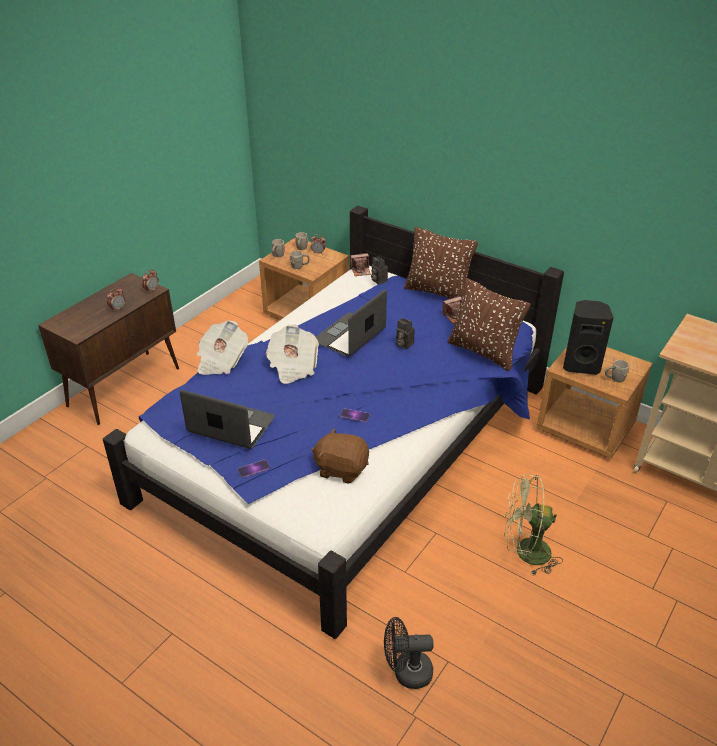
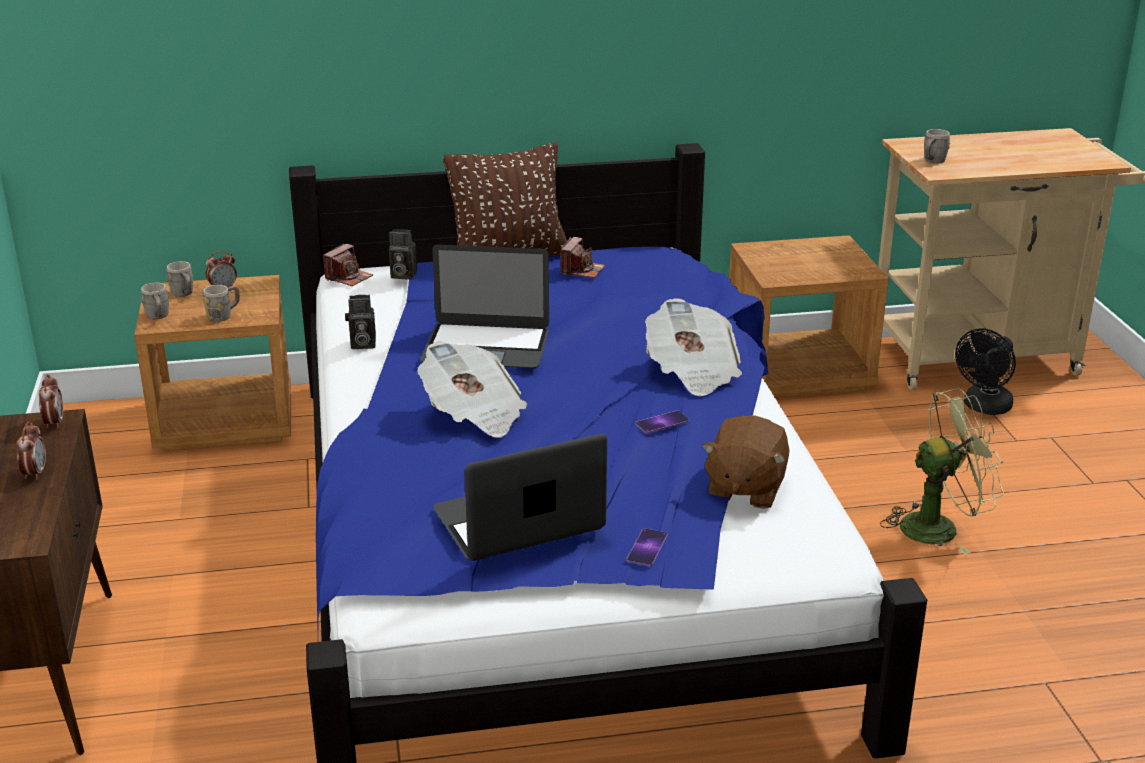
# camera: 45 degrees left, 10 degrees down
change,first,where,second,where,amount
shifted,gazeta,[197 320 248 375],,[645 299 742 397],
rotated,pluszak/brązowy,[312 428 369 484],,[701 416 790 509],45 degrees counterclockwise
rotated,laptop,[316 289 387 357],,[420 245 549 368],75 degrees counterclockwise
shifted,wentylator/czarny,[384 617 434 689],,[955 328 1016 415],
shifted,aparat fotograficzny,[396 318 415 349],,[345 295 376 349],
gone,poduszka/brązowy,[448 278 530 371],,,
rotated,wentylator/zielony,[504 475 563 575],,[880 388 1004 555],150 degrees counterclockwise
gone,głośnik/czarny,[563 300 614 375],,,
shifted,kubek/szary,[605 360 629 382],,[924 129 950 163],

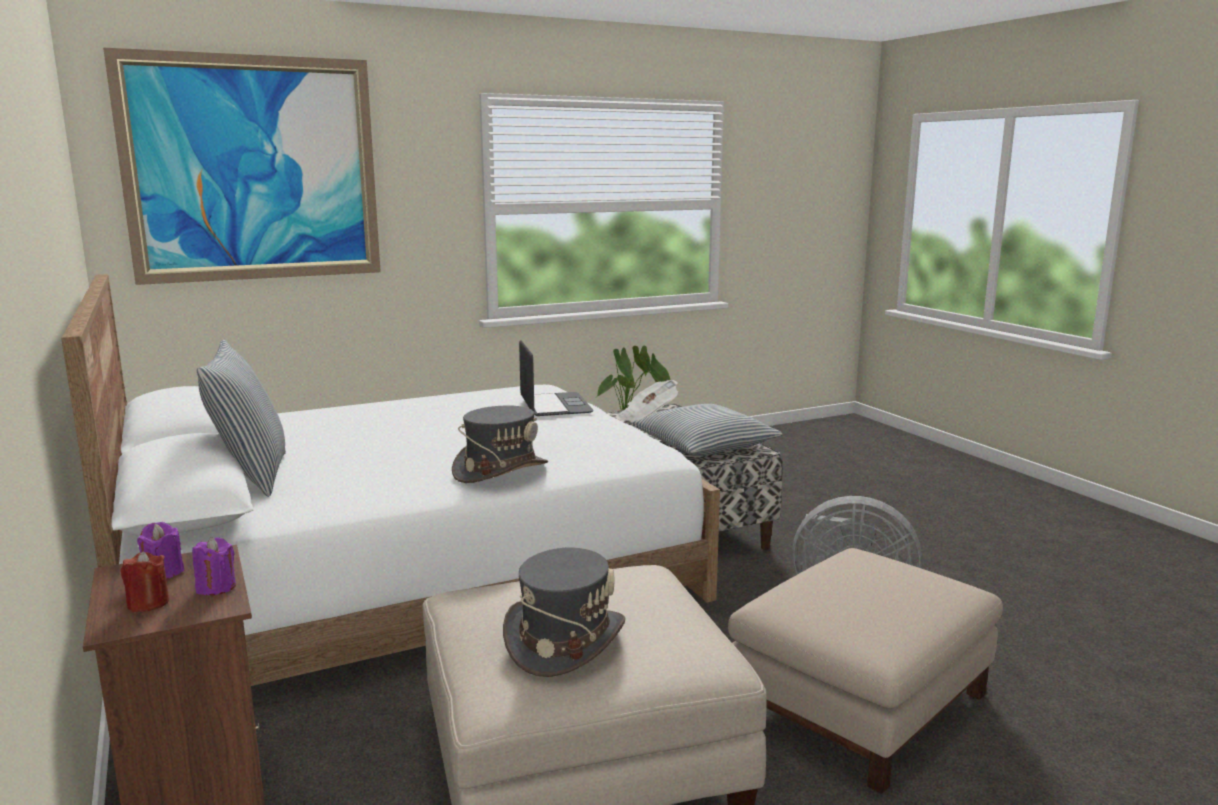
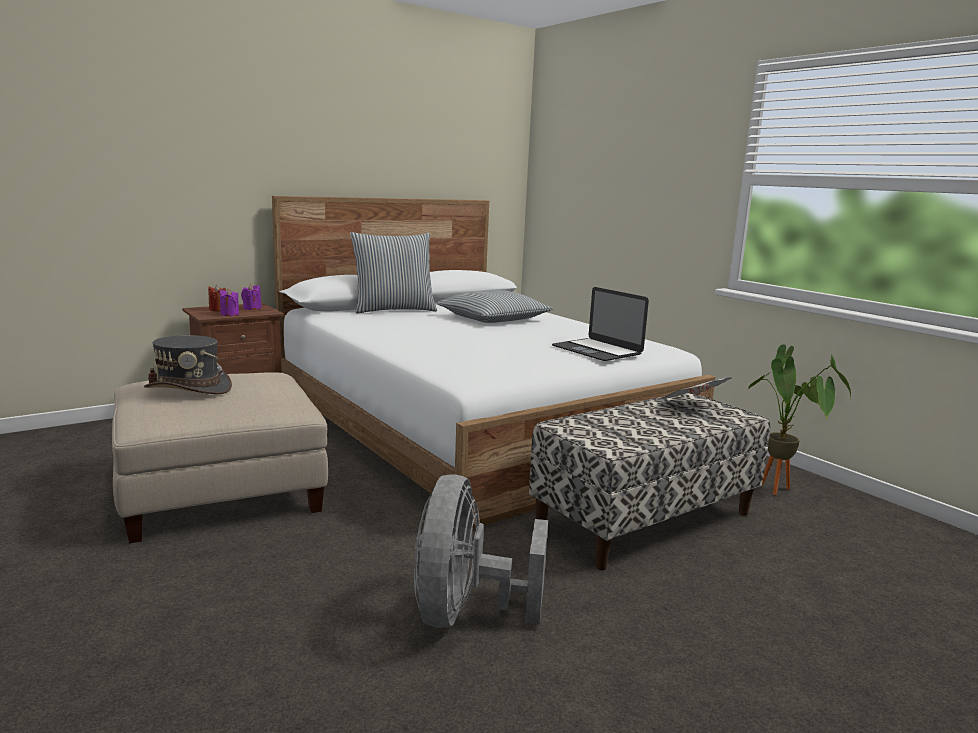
# camera: 80 degrees right, 0 degrees up
change,first,where,second,where,amount
gone,obraz,[103 48 381 285],,,
gone,kapelusz/szary,[452 406 548 483],,,
rotated,laptop,[519 340 593 416],,[552 287 649 361],75 degrees clockwise
shifted,poduszka,[630 404 783 456],,[436 290 553 323],
gone,pufa/beżowy,[728 548 1003 794],,,

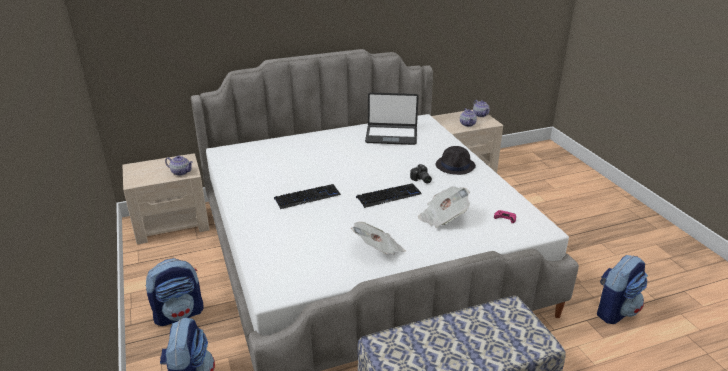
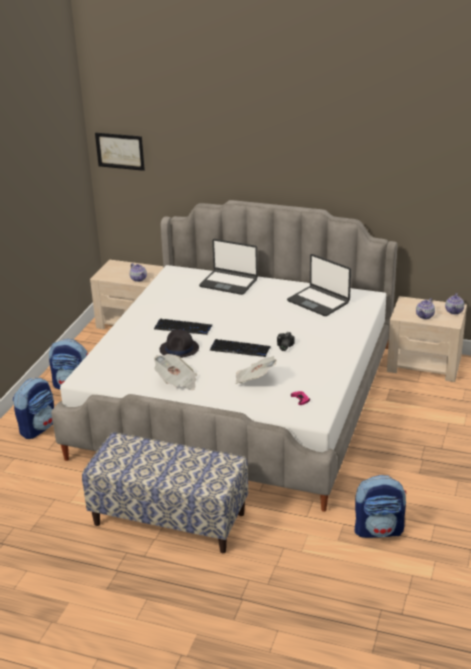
# camera: 40 degrees right, 0 degrees up
change,first,where,second,where,amount
shifted,kapelusz/czarny,[436 146 476 175],,[159 329 199 358],
new,,,obraz,[95 133 145 171],
new,,,laptop,[199 239 258 295],

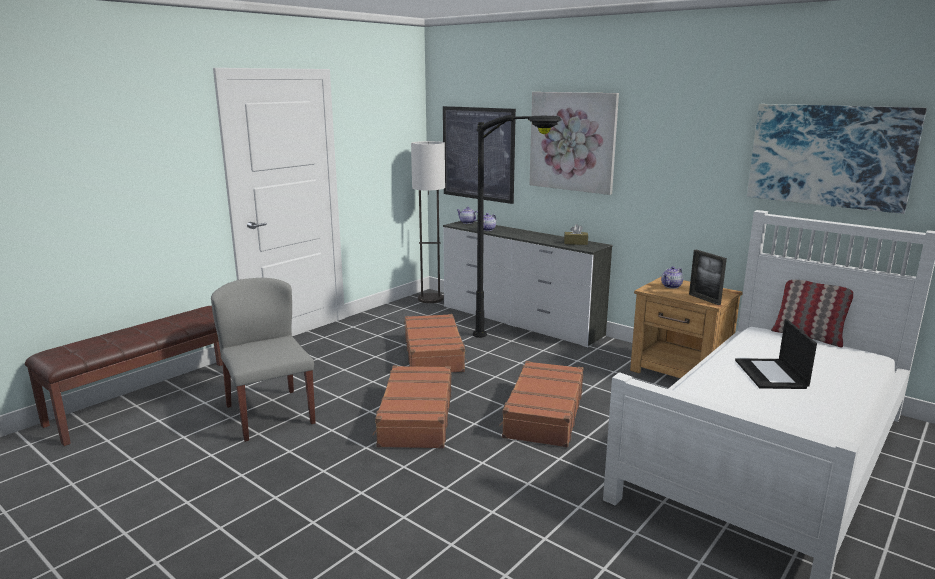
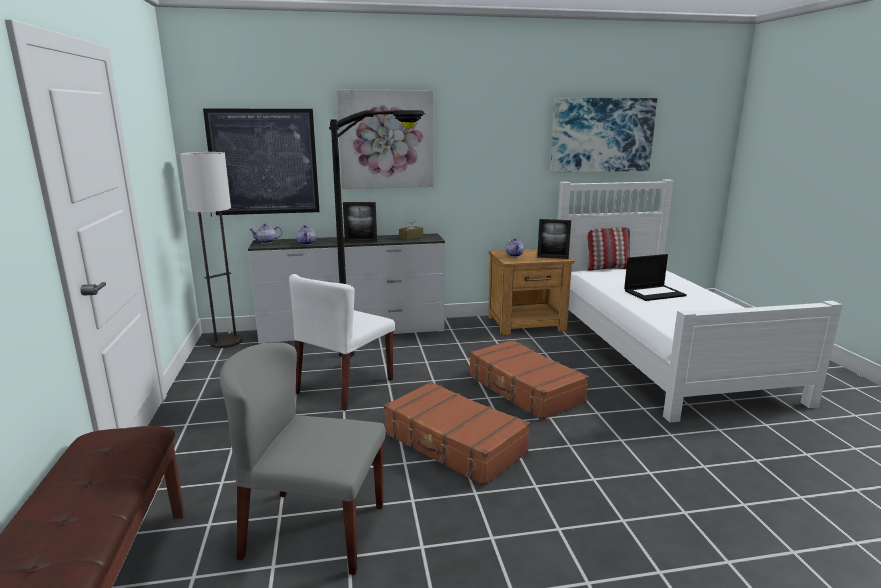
# camera: 50 degrees left, 0 degrees up
change,first,where,second,where,amount
swapped,walizka/brązowy,[405 314 468 372],krzesło/biały,[289 274 395 411],
rotated,laptop,[735 319 817 389],,[624 254 687 301],60 degrees counterclockwise
new,,,ramka na zdjęcie,[343 202 377 243],

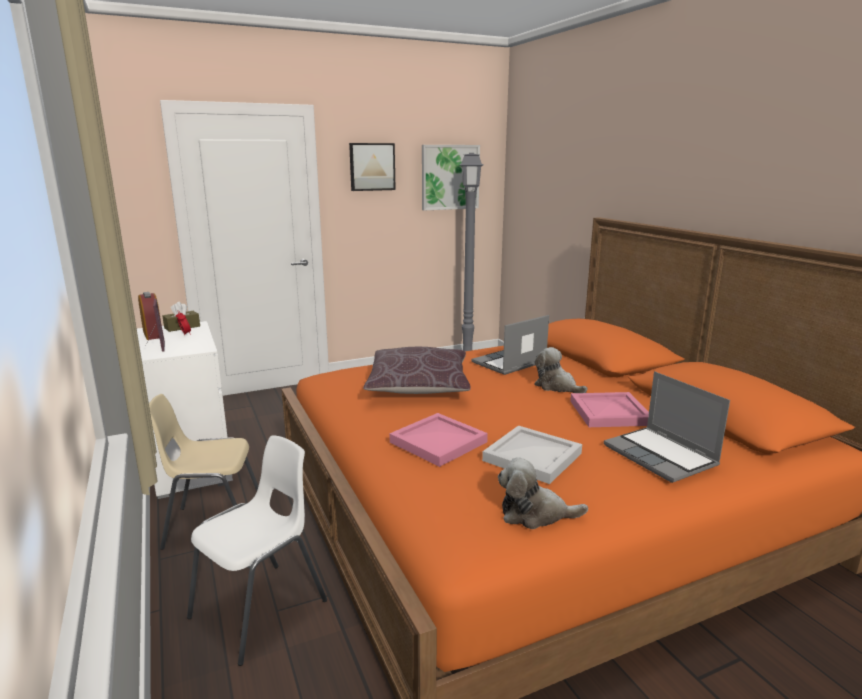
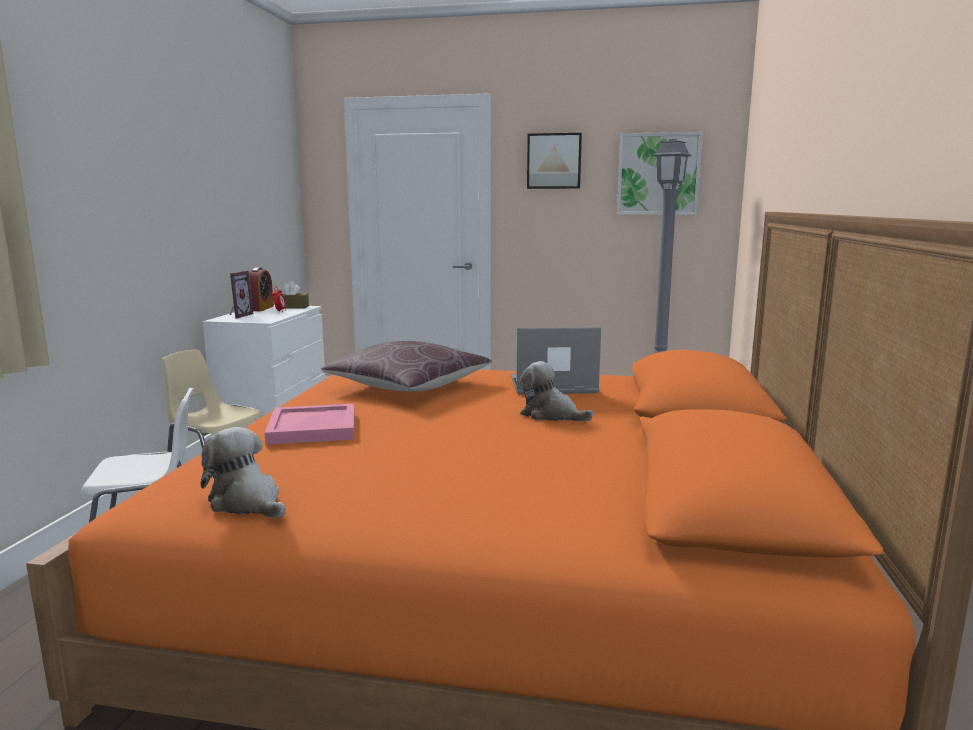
# camera: 35 degrees right, 5 degrees down
change,first,where,second,where,amount
gone,taca/biały,[482 425 582 484],,,
rotated,pluszak,[534 347 587 393],,[519 361 593 422],45 degrees counterclockwise
gone,taca/różowy,[570 392 649 427],,,
gone,laptop,[604 371 730 483],,,

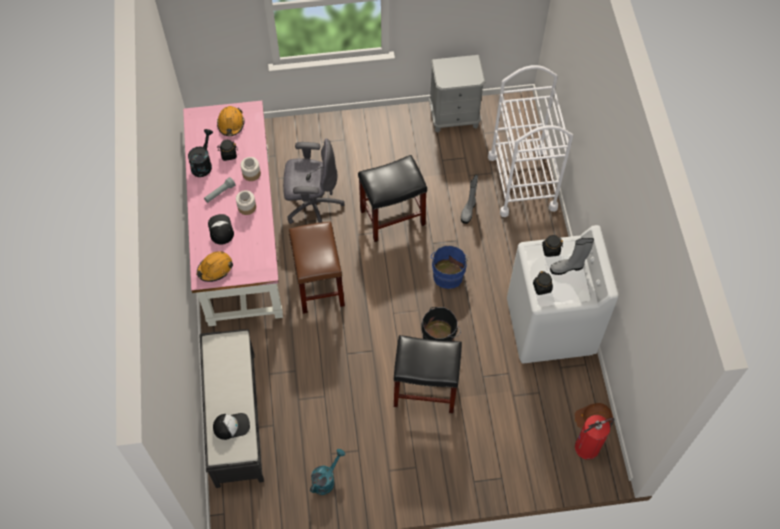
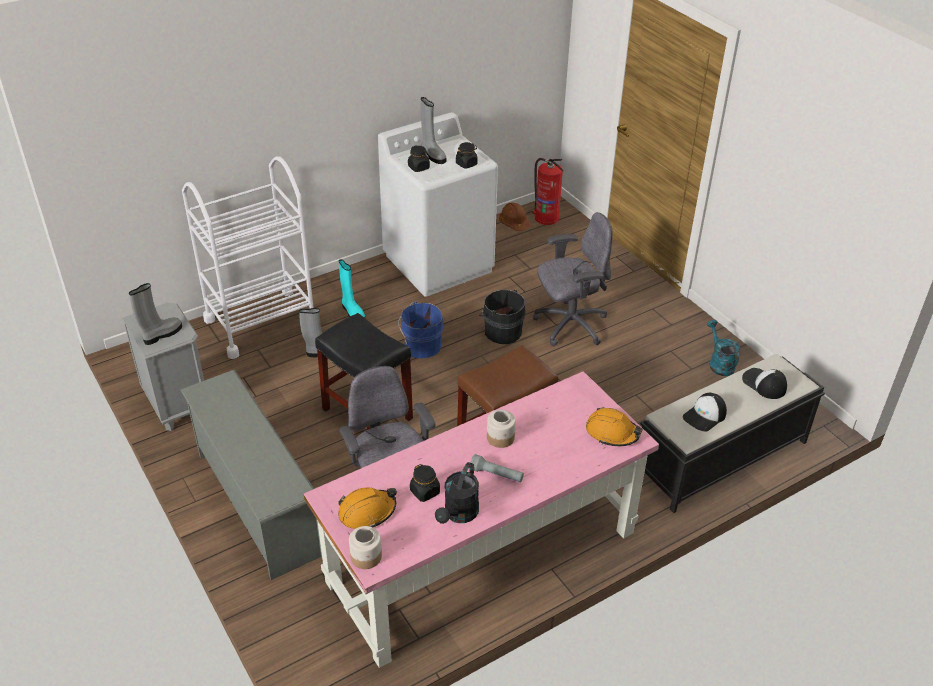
# camera: 115 degrees left, 20 degrees down
change,first,where,second,where,amount
rotated,konewka/czarny,[188 129 213 177],,[435 462 479 524],60 degrees counterclockwise
shifted,czapka z daszkiem,[208 214 234 245],,[683 393 727 431],
shifted,słoik,[241 157 261 181],,[349 526 382 569],
rotated,konewka/turkusowy,[310 449 345 495],,[707 320 740 376],60 degrees clockwise
swapped,stołek/czarny,[394 335 462 413],krzesło biurowe/szary,[533 212 613 346],
new,,,but z cholewką/szary,[129 283 182 345],
new,,,regał na buty/szary,[181 370 322 580],
new,,,but z cholewką/turkusowy,[339 259 365 318],

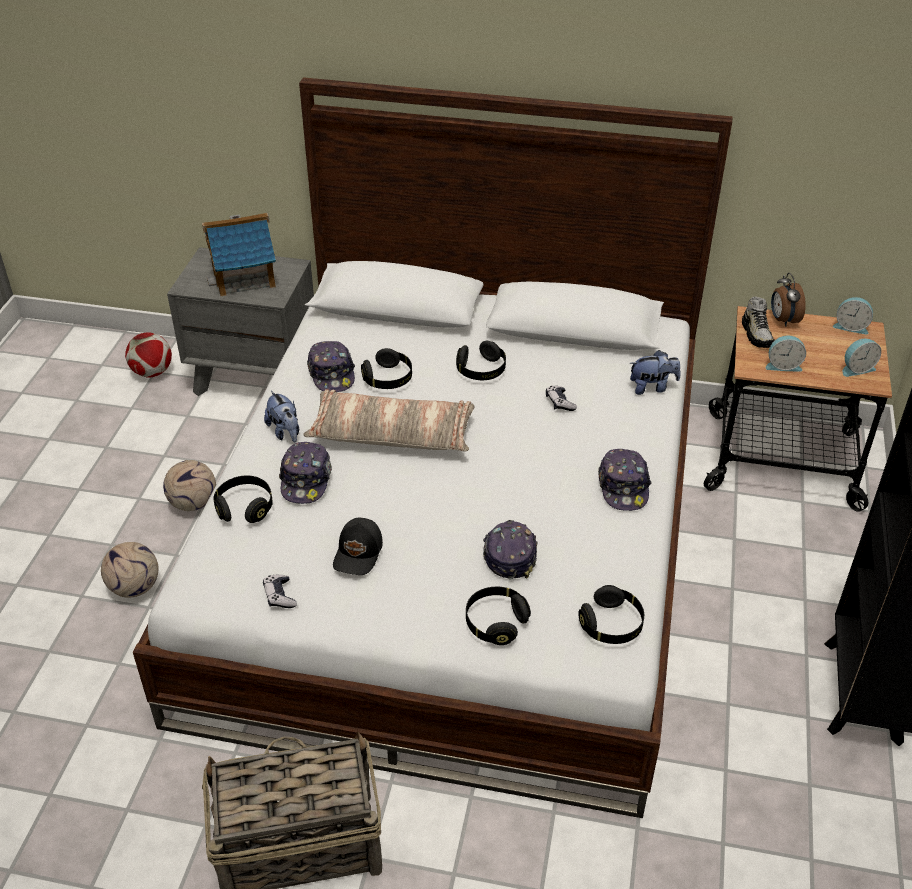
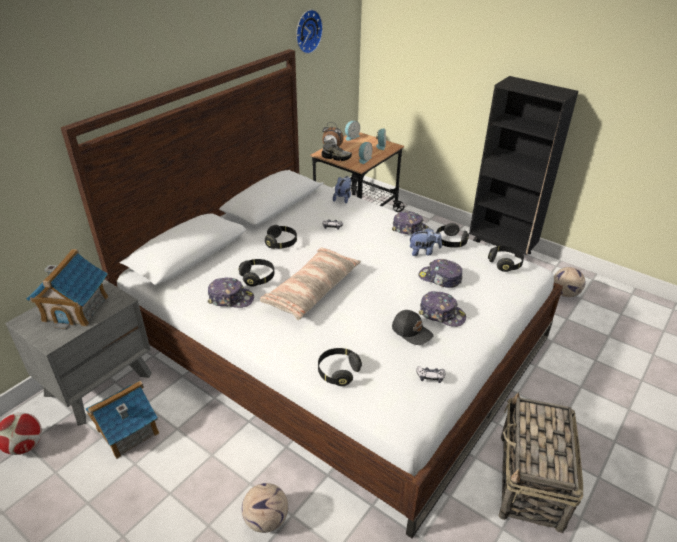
# camera: 65 degrees left, 5 degrees down
change,first,where,second,where,amount
shifted,piłka futbolowa,[163 460 216 511],,[554 267 585 297],
shifted,pluszak,[264 390 299 442],,[410 228 442 256],
shifted,czapka z daszkiem,[279 442 332 504],,[419 291 466 327],
shifted,słuchawki/czarny,[466 587 531 645],,[436 223 469 248],
new,,,domek,[85 381 159 459],
new,,,zegar ścienny,[296 9 323 54],

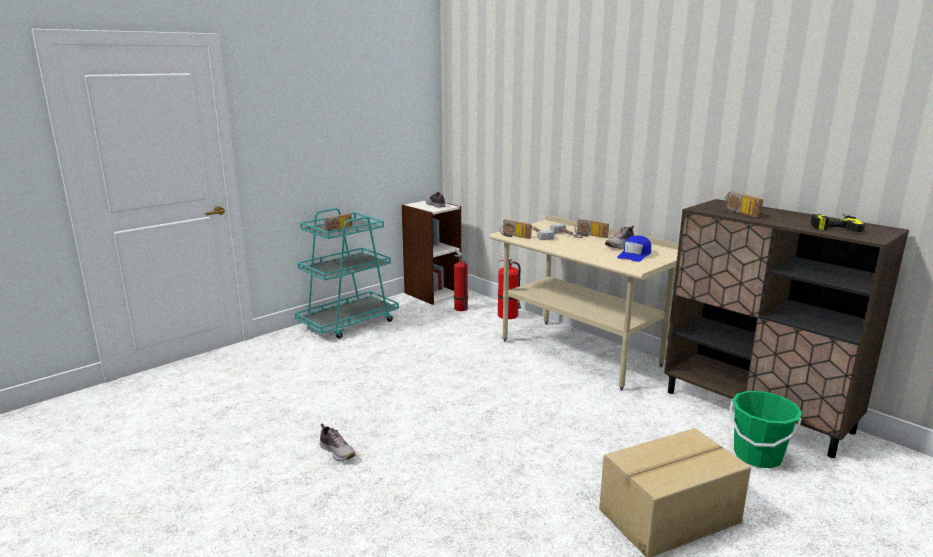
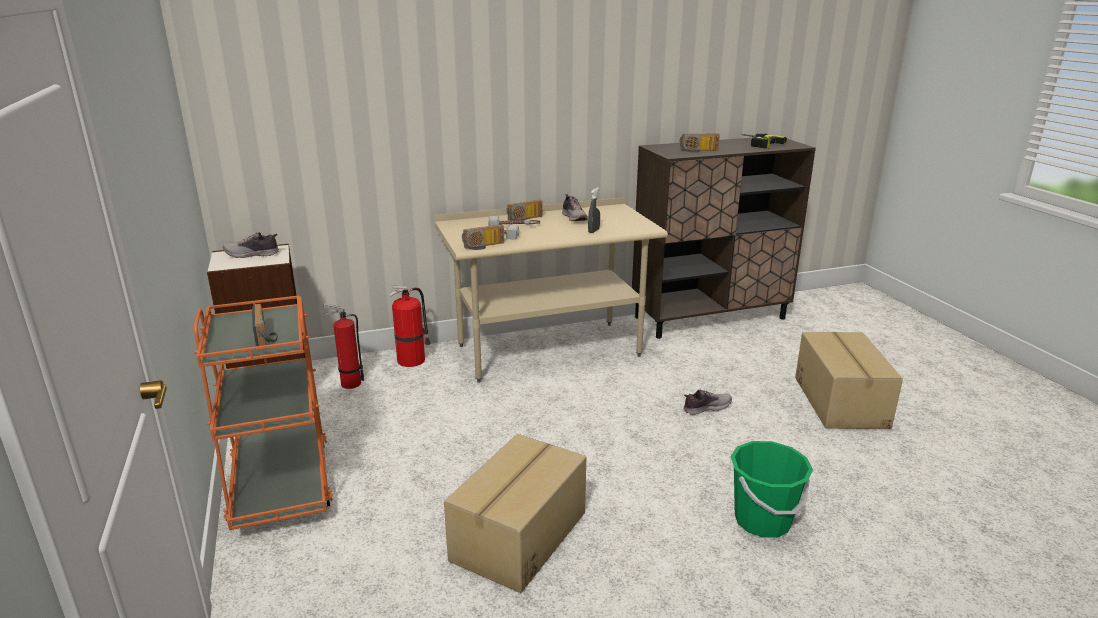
# camera: 65 degrees left, 5 degrees up
change,first,where,second,where,amount
repainted,wózek/turkusowy,[295 208 399 339],wózek/pomarańczowy,[194 295 333 530],
shifted,but,[320 423 355 461],,[684 389 732 415],
gone,czapka z daszkiem/niebieski,[617 236 651 262],,,
shifted,wiadro/zielony,[729 391 802 468],,[730 441 813 538],
new,,,karton,[444 434 586 593],
new,,,spryskiwacz/szary,[588 188 600 233],

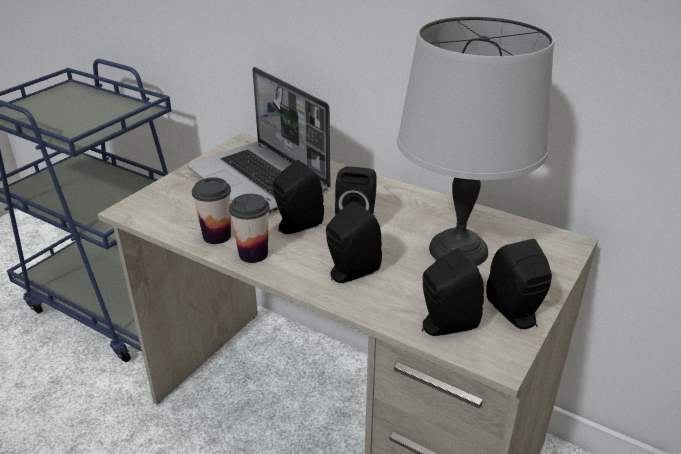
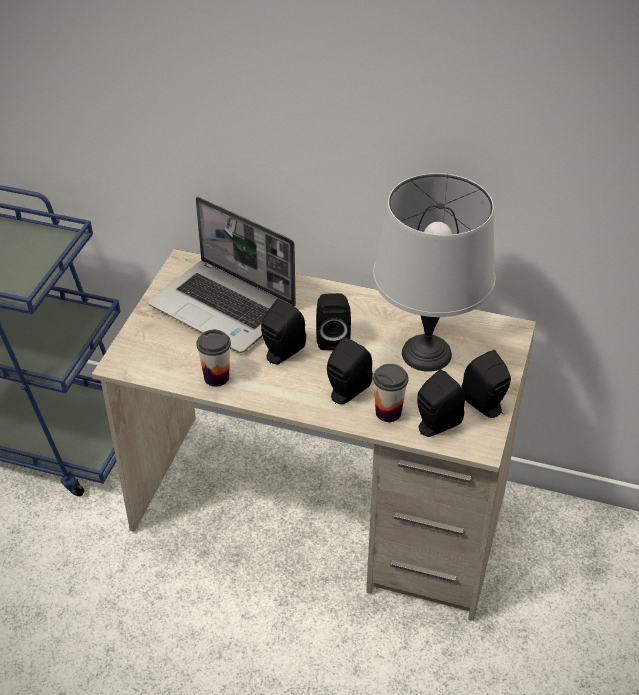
# camera: 15 degrees left, 10 degrees up
change,first,where,second,where,amount
shifted,filiżanka,[229 194 270 263],,[373 364 408 422],

